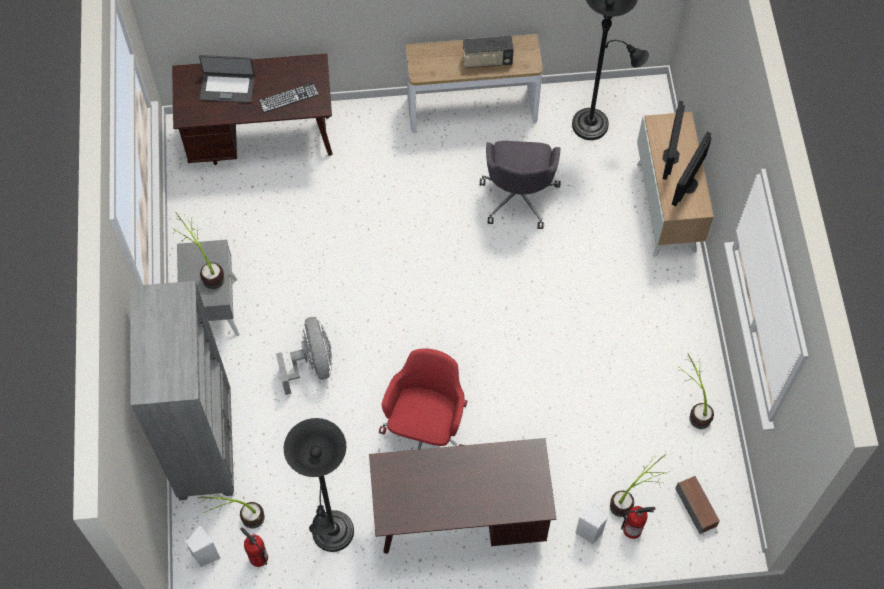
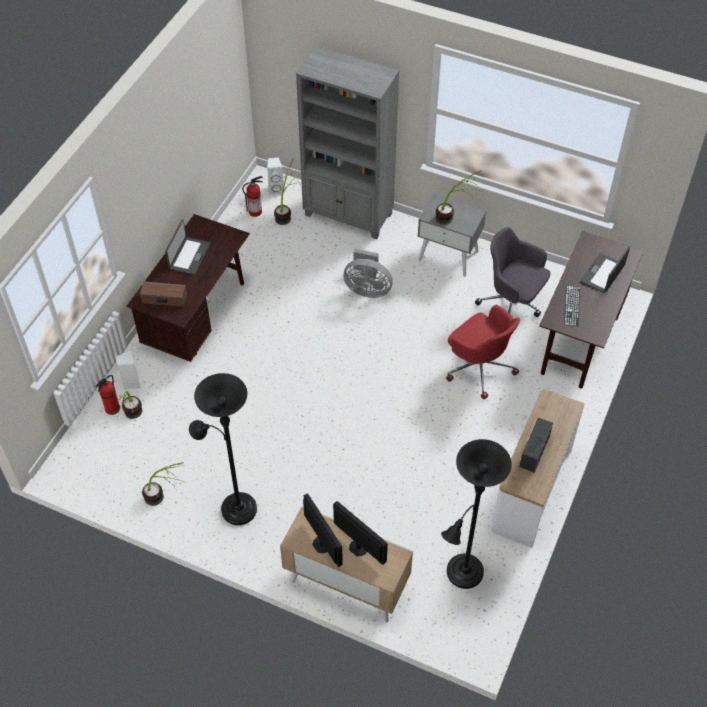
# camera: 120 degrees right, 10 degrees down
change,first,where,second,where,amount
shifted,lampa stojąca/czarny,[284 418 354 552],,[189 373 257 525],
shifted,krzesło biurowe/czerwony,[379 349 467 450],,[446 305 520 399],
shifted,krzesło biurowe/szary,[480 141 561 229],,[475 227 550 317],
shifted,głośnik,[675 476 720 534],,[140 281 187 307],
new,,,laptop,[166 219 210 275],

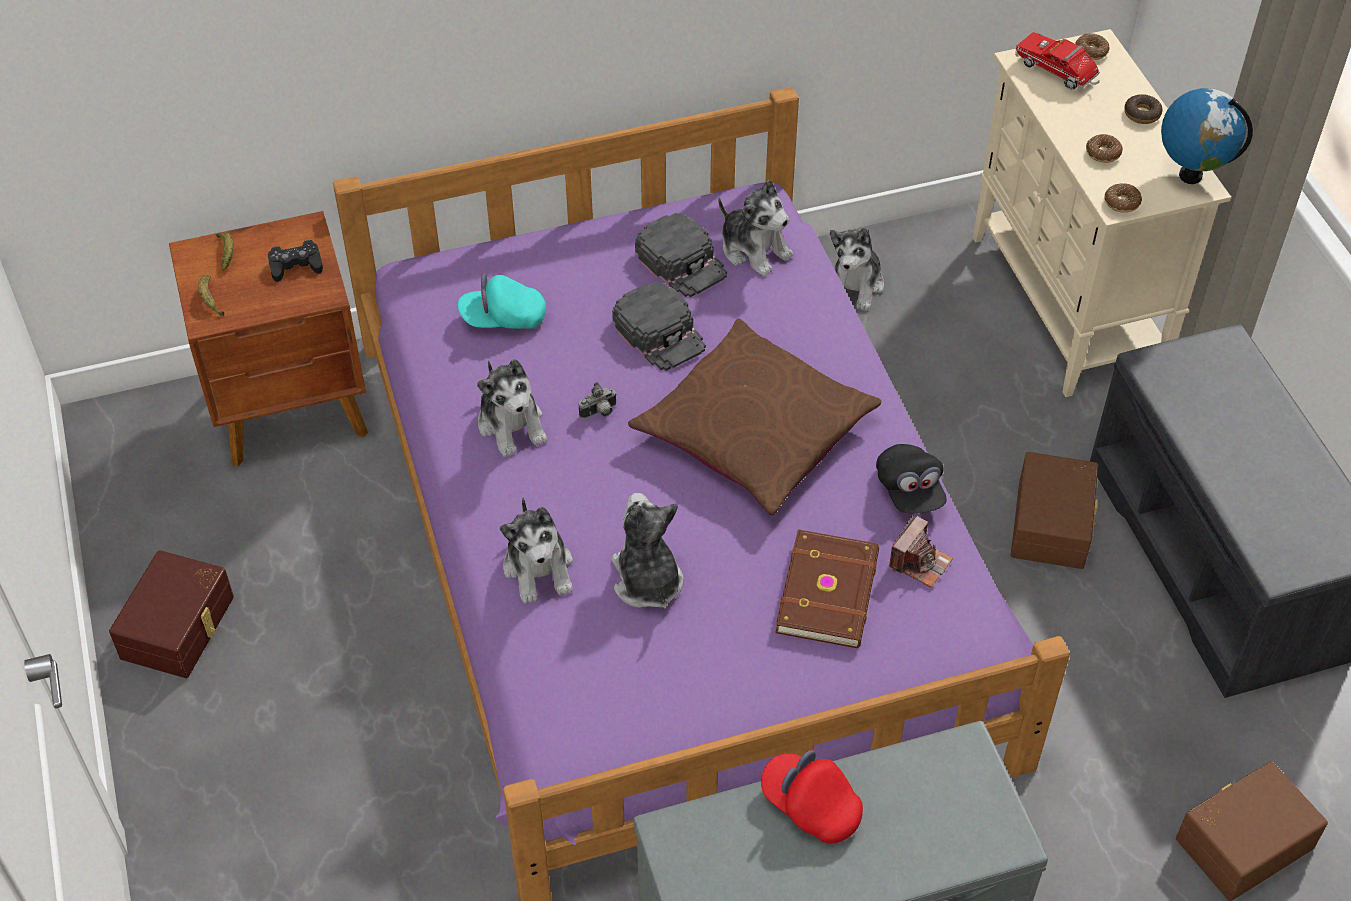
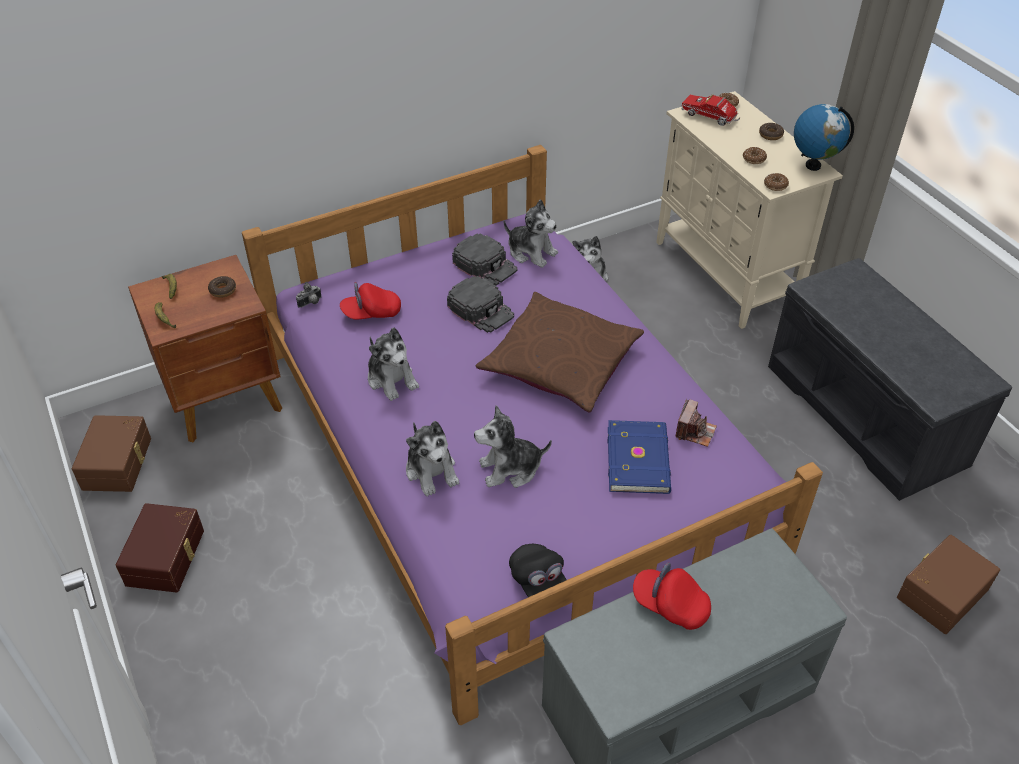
# camera: 10 degrees left, 5 degrees down
change,first,where,second,where,amount
swapped,pad do gier/czarny,[268 240 323 282],donut,[208 276 236 298],
repainted,czapka z daszkiem/turkusowy,[458 273 546 329],czapka z daszkiem/czerwony,[340 282 401 320],
shifted,aparat fotograficzny,[579 382 617 419],,[296 282 322 308],
rotated,pluszak,[612 493 683 608],,[474 405 552 488],75 degrees counterclockwise
repainted,książka/brązowy,[775 529 879 648],książka/niebieski,[607 420 671 494],
shifted,czapka z daszkiem/czarny,[876 444 947 514],,[509 544 567 597],
shifted,pojemnik do przechowywania/brązowy,[1011 452 1098 569],,[72 415 151 492],

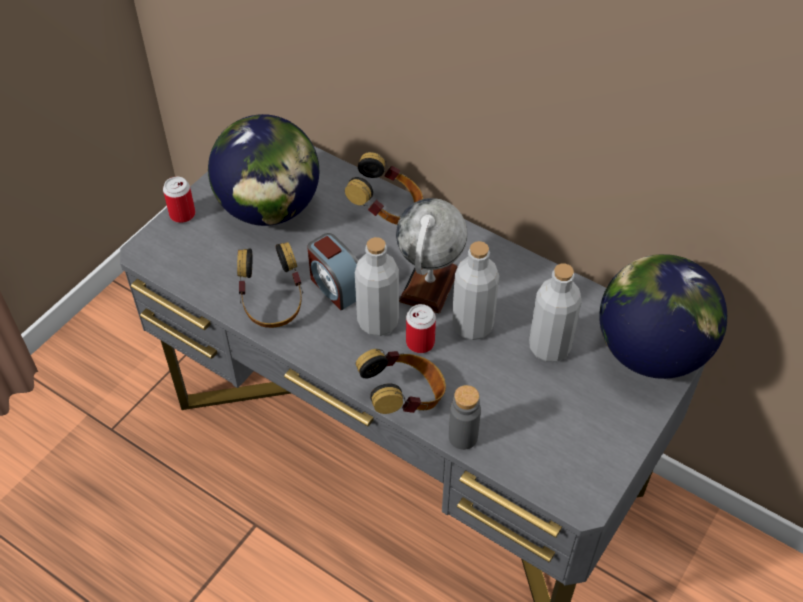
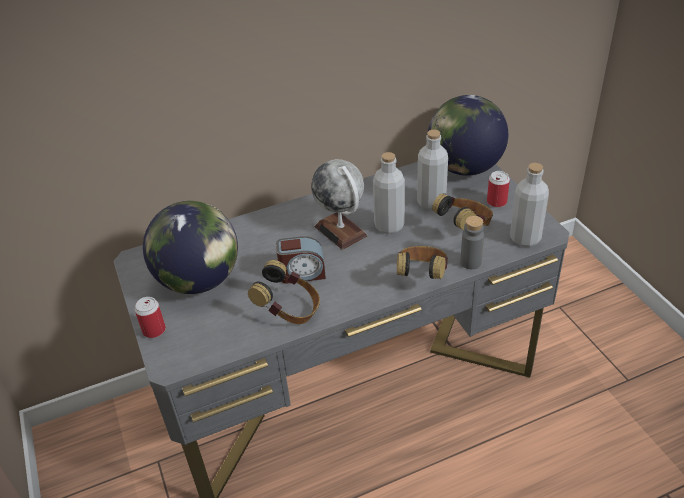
# camera: 55 degrees left, 10 degrees down
change,first,where,second,where,amount
shifted,słuchawki,[345 152 423 225],,[432 193 493 230],
shifted,butelka/szary,[355 237 399 336],,[510 163 549 247],
shifted,puszka,[406 304 436 353],,[487 171 510 208],

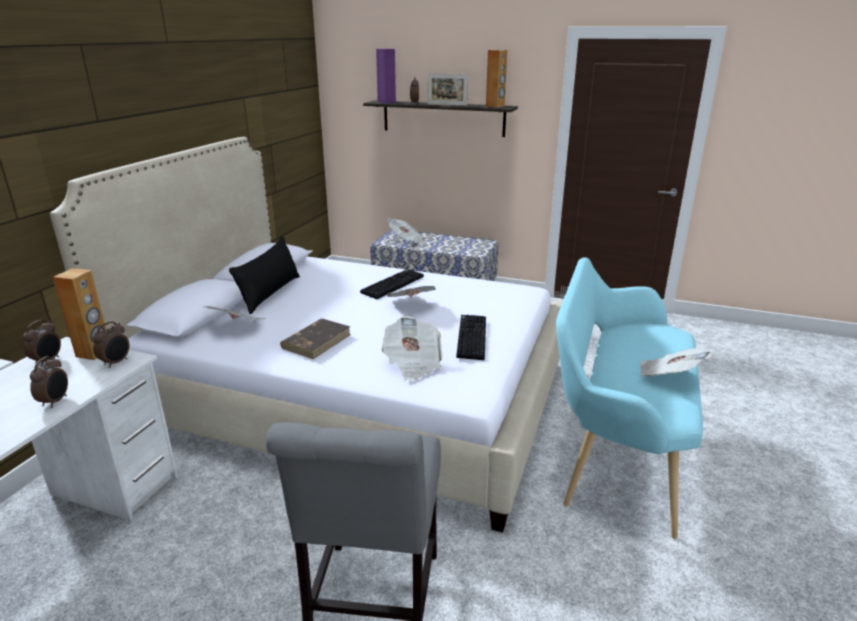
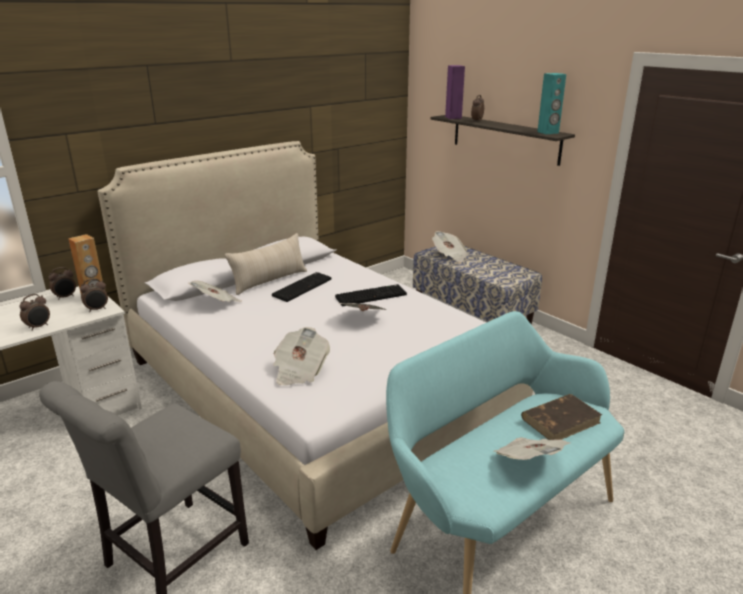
# camera: 30 degrees right, 0 degrees up
change,first,where,second,where,amount
repainted,poduszka/czarny,[229 236 300 314],poduszka/beżowy,[225 233 307 295],
shifted,książka/brązowy,[280 318 351 359],,[521 394 602 440],
gone,ramka na zdjęcie,[428 73 468 106],,,
shifted,klawiatura,[456 315 486 360],,[272 272 331 302],
repainted,głośnik/brązowy,[486 50 508 108],głośnik/turkusowy,[537 73 566 134],

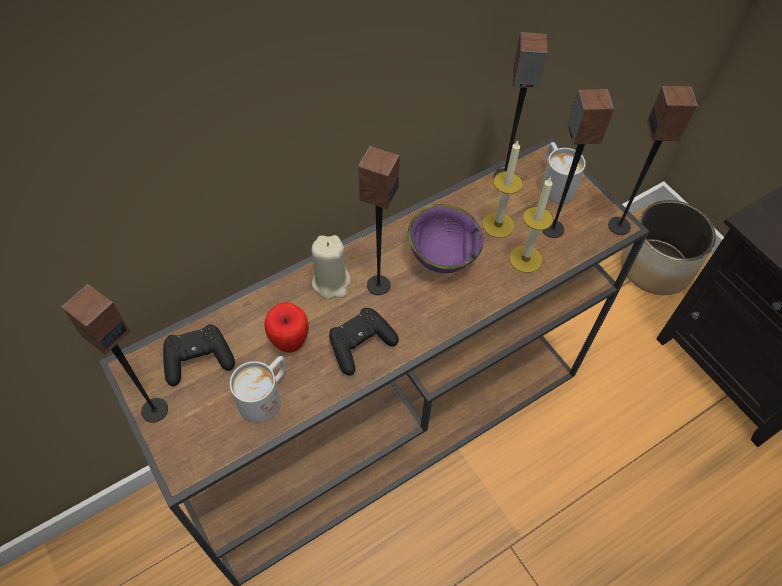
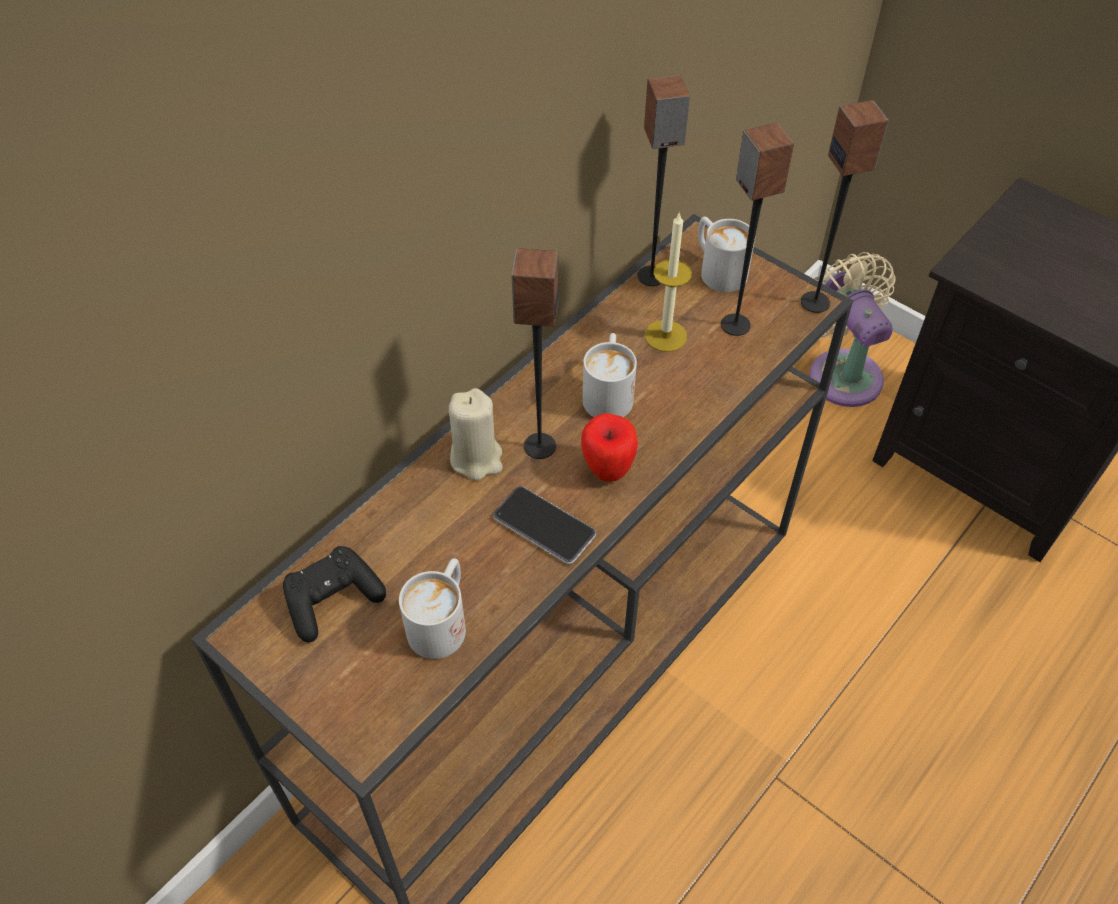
# camera: 15 degrees left, 5 degrees down
change,first,where,second,where,amount
gone,głośnik,[62 284 168 423],,,
shifted,jabłko,[264 302 309 353],,[581 413 638 481],
swapped,pad do gier/czarny,[329 308 399 376],telefon,[493 486 596 564],
swapped,miska/fioletowy,[408 204 484 273],kubek/biały,[583 333 637 417],
gone,świeca,[509 177 553 273],,,
swapped,donica,[621 200 716 295],wentylator/beżowy,[809 252 896 407],

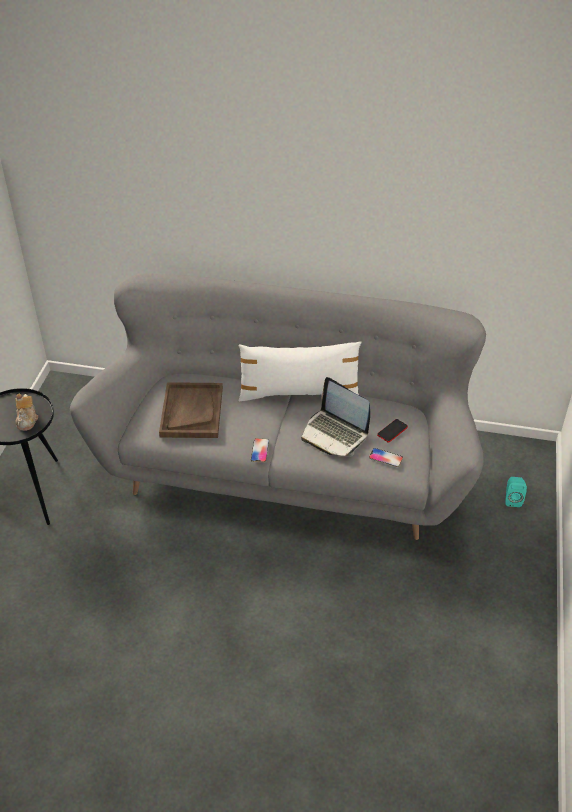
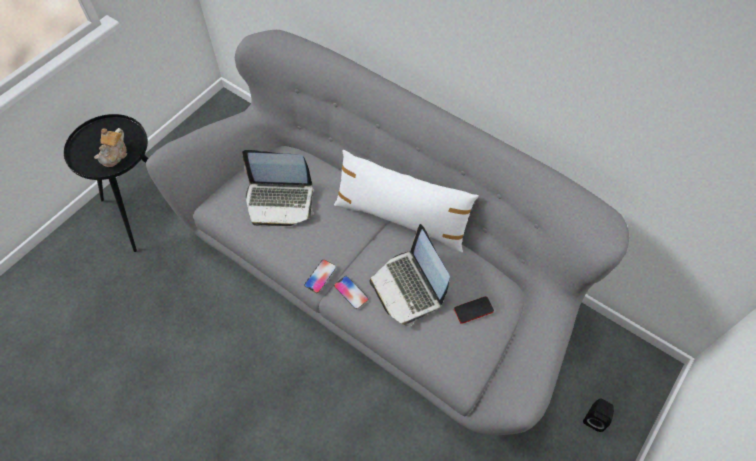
# camera: 25 degrees right, 15 degrees up
change,first,where,second,where,amount
swapped,taca/brązowy,[159 382 223 438],laptop,[242 150 314 226],
shifted,telefon,[369 448 403 467],,[334 276 369 309],
repainted,głośnik/turkusowy,[505 477 527 507],głośnik/czarny,[583 398 614 432],

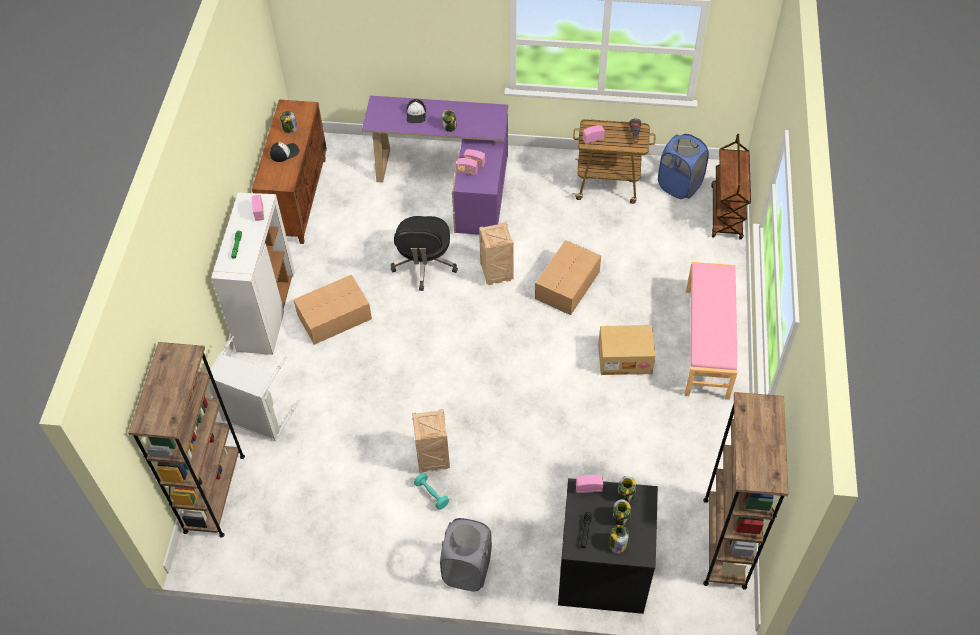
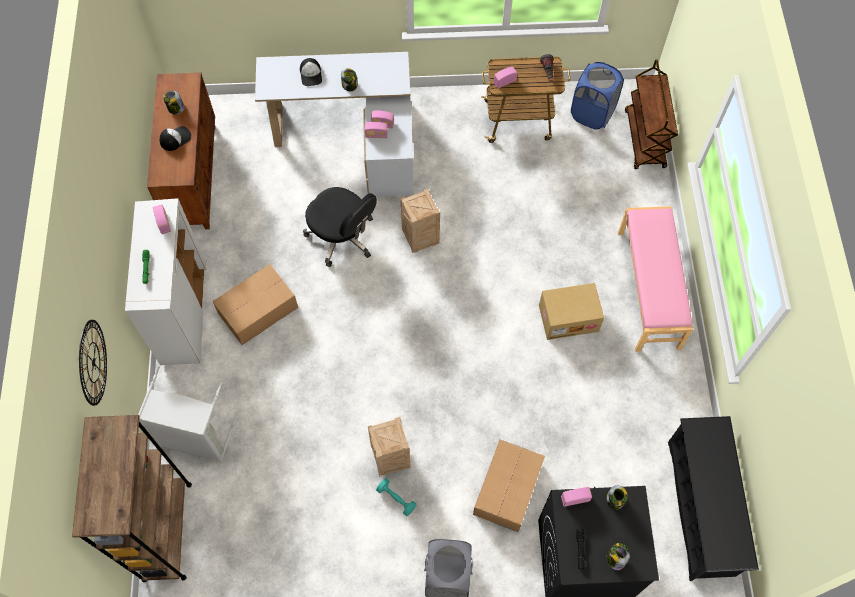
# camera: 10 degrees left, 10 degrees up
change,first,where,second,where,amount
repainted,biurko/fioletowy,[362 96 508 235],biurko/biały,[255 52 414 196],
rotated,krzesło biurowe/czarny,[391 216 458 291],,[303 187 377 267],45 degrees counterclockwise
shifted,karton,[535 240 601 315],,[473 440 545 532],
gone,słoik,[613 499 631 526],,,
swapped,regał/brązowy,[703 392 789 590],regał na buty/czarny,[668 416 759 581],
new,,,zegar ścienny,[79 320 107 406],

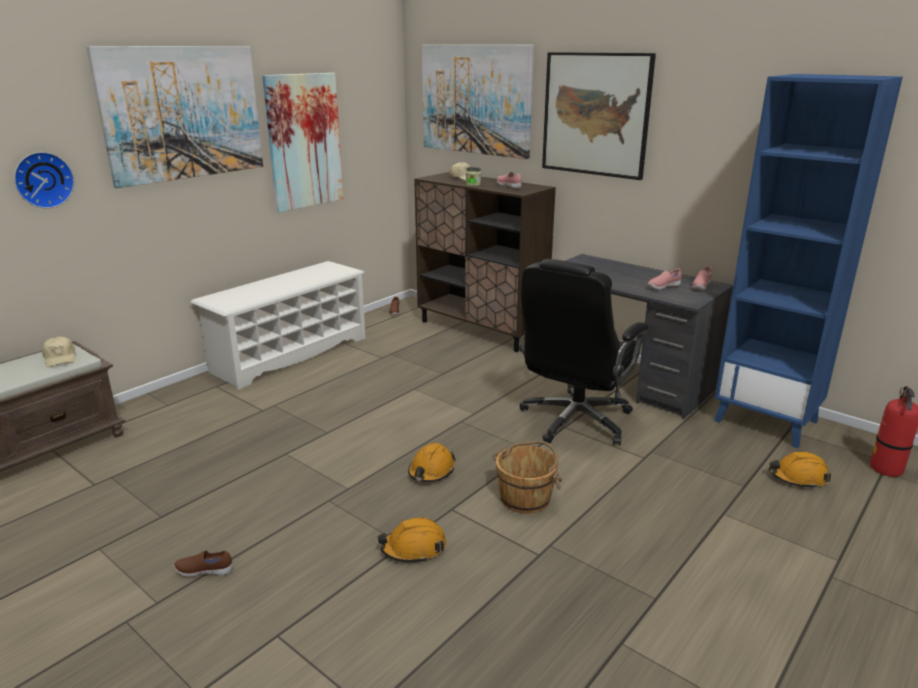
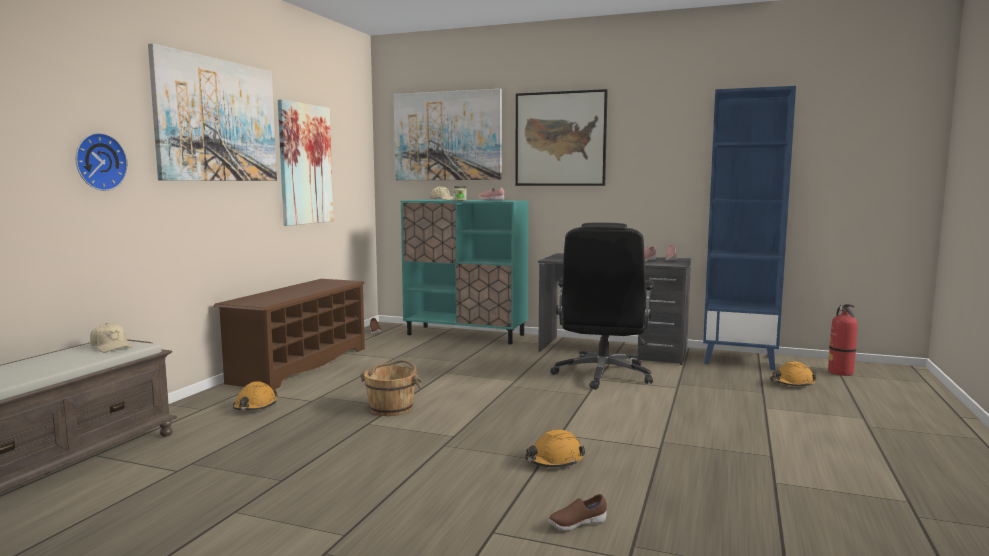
# camera: 20 degrees left, 15 degrees down
change,first,where,second,where,amount
shifted,but/brązowy,[174 551 233 577],,[548 494 607 531],
repainted,regał na buty/biały,[190 261 366 390],regał na buty/brązowy,[213 279 365 390],
shifted,kask/pomarańczowy,[408 443 456 482],,[233 381 278 410],
repainted,szafka/brązowy,[414 172 556 352],szafka/turkusowy,[401 199 529 344],
shifted,wiadro/brązowy,[493 441 562 514],,[360 360 422 416],

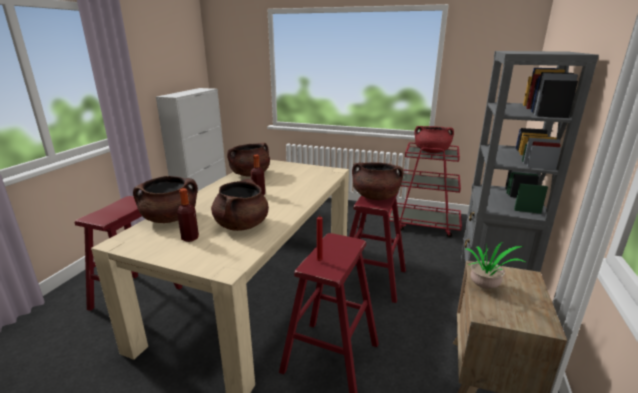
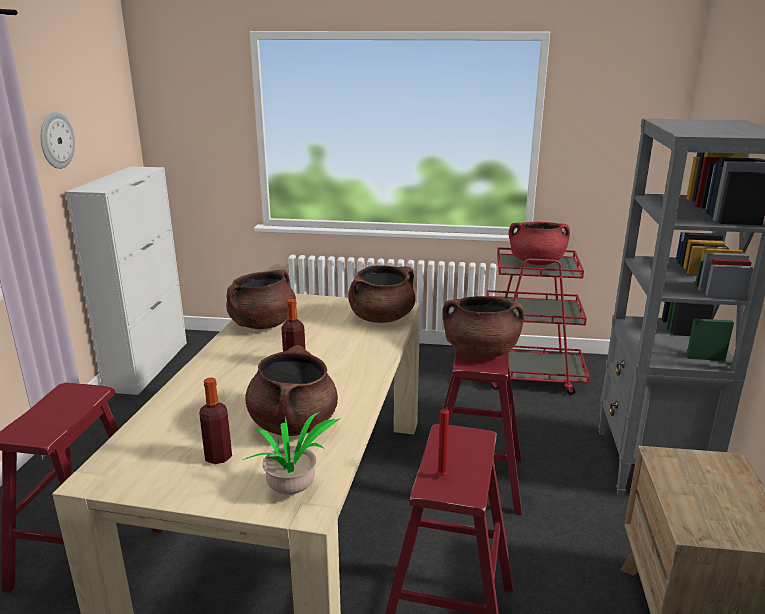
# camera: 10 degrees left, 0 degrees up
change,first,where,second,where,amount
shifted,garnek/brązowy,[133 176 198 223],,[348 265 415 323],
shifted,roślina doniczkowa,[466 242 525 289],,[242 412 340 495],
new,,,zegar ścienny,[40 112 75 169],

